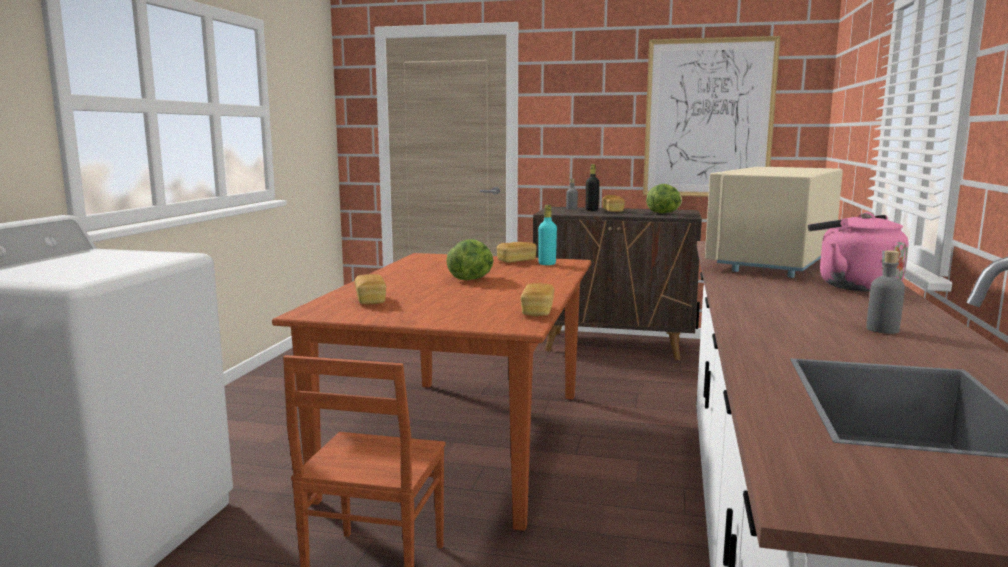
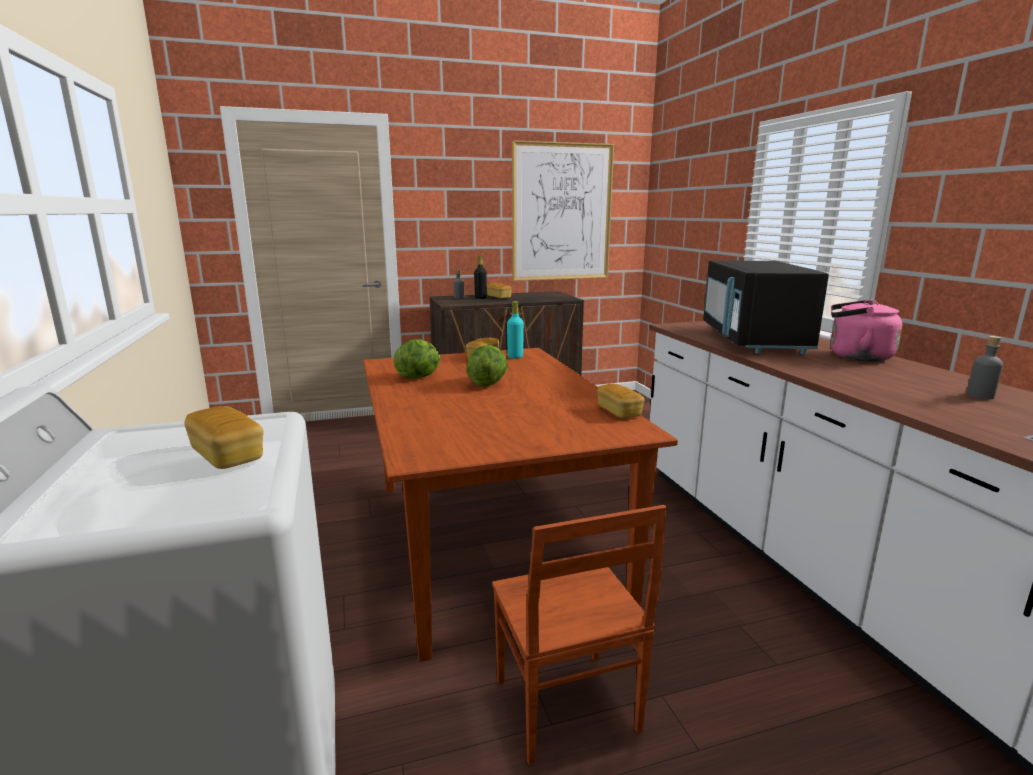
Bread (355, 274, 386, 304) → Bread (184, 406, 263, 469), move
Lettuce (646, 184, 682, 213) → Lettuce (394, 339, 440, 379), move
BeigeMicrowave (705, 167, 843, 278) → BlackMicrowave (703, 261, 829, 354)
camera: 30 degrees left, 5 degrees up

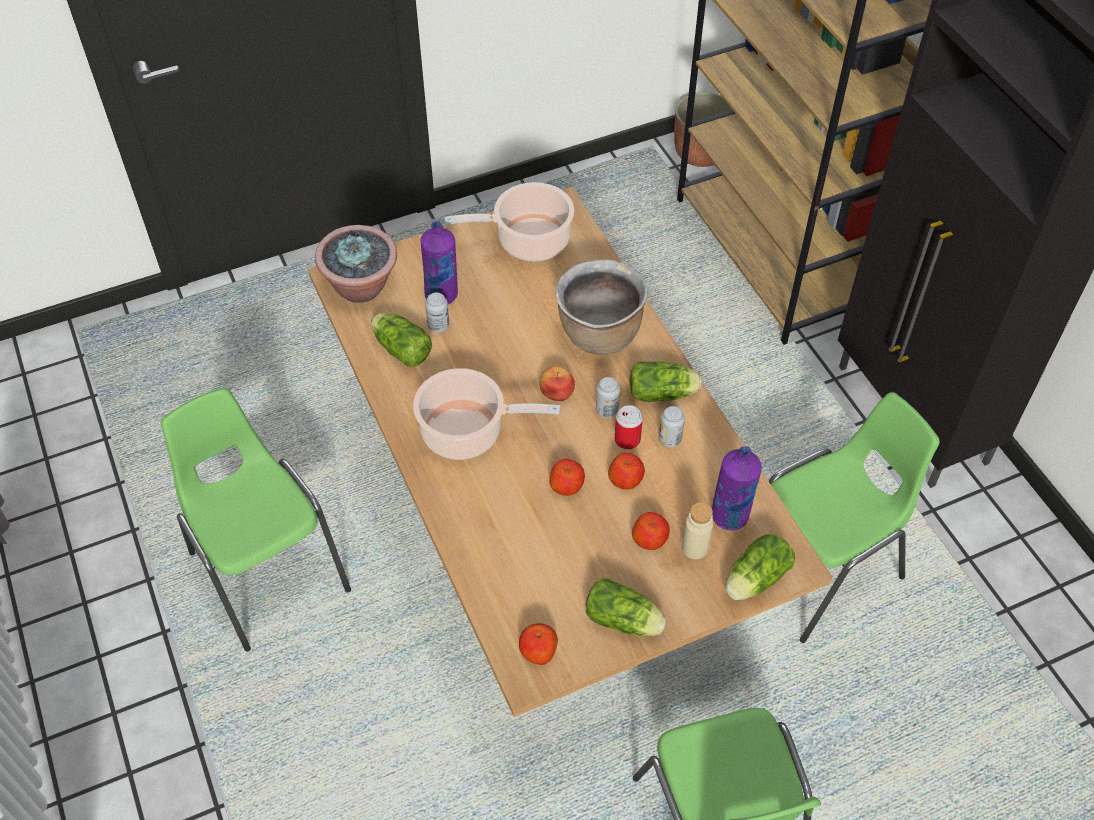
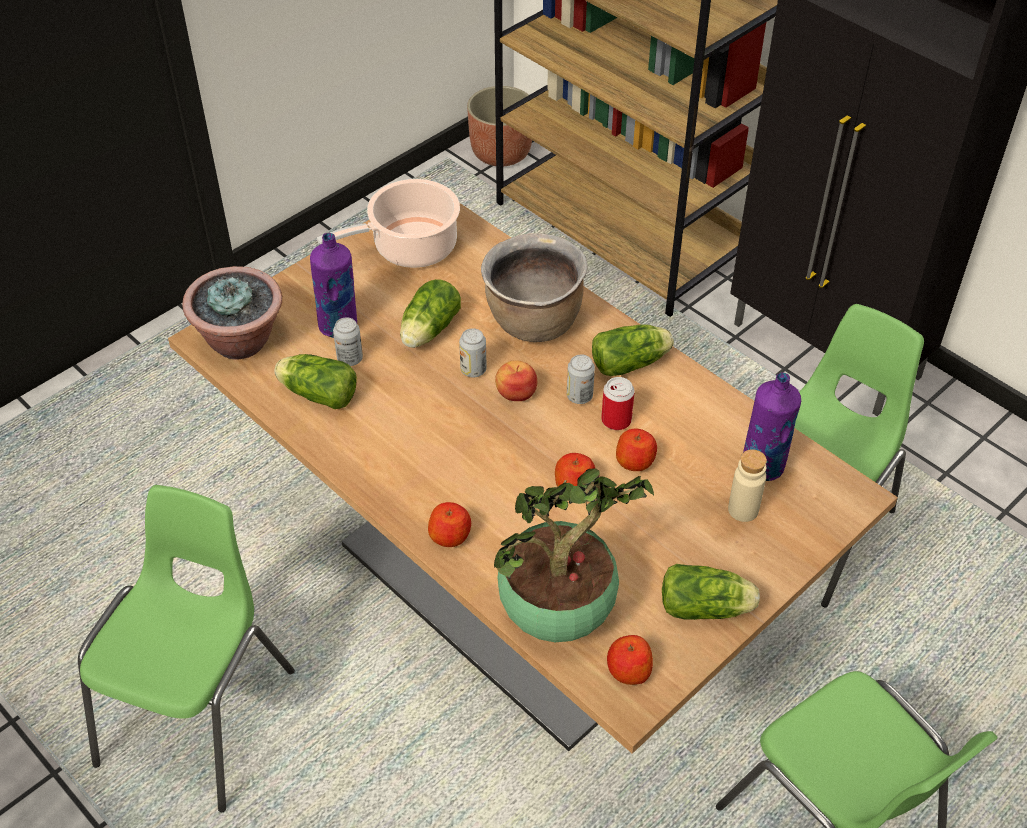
GreenChair (161, 387, 351, 651) → GreenChair (78, 485, 295, 812), 75 degrees clockwise
Lettuce (725, 534, 795, 600) → Lettuce (400, 279, 461, 348), move
Apple (632, 512, 670, 550) → Apple (428, 502, 471, 547), move
Can (659, 406, 685, 447) → Can (459, 328, 487, 377), move
- → PottedPlant (494, 468, 654, 642)
CookingPot (413, 368, 560, 460) → -
camera: 20 degrees left, 5 degrees down

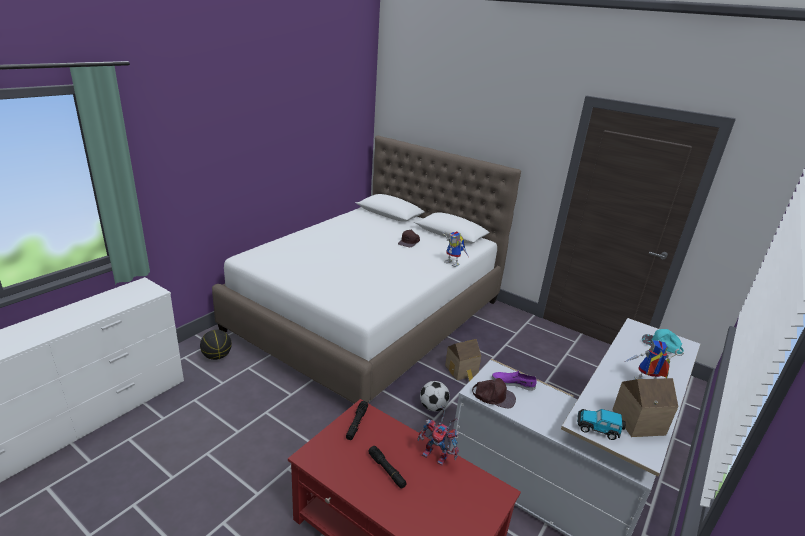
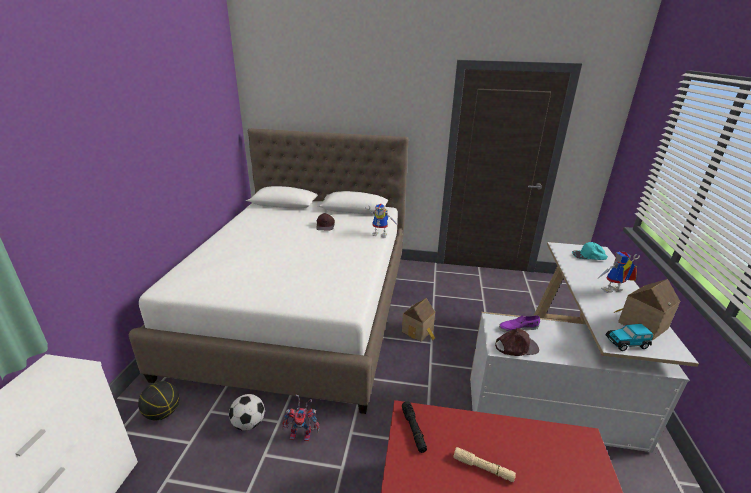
Football (420, 381, 450, 411) → Football (229, 394, 265, 431), move
ToyRobot (417, 406, 460, 466) → ToyRobot (282, 394, 319, 441), move
BlackFlashlight (368, 446, 407, 489) → BeigeFlashlight (453, 447, 516, 482)
camera: 25 degrees left, 0 degrees up

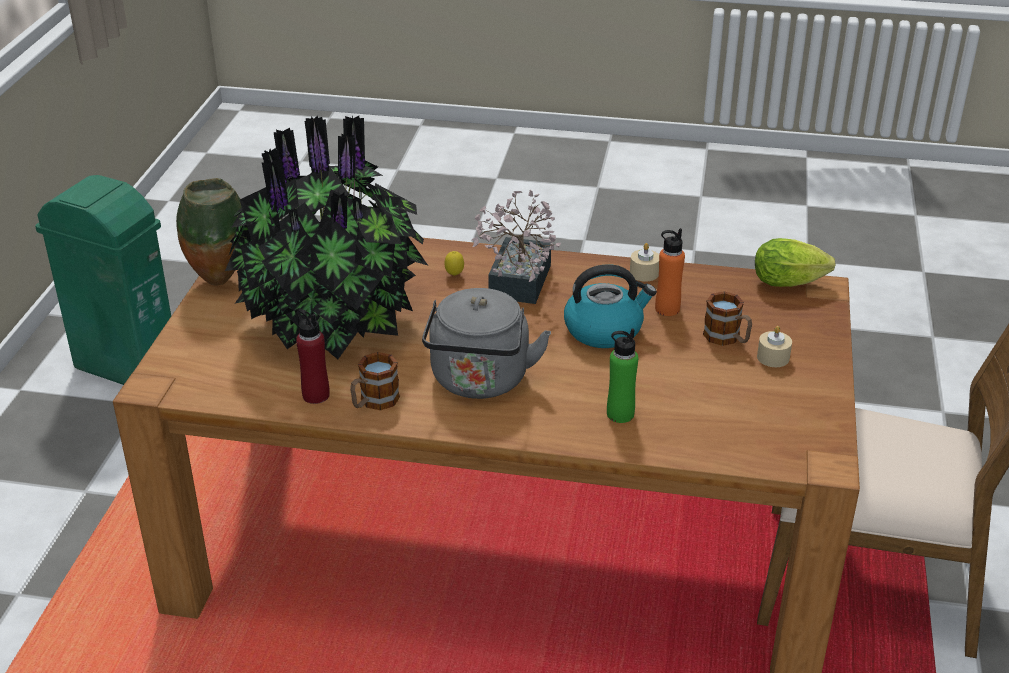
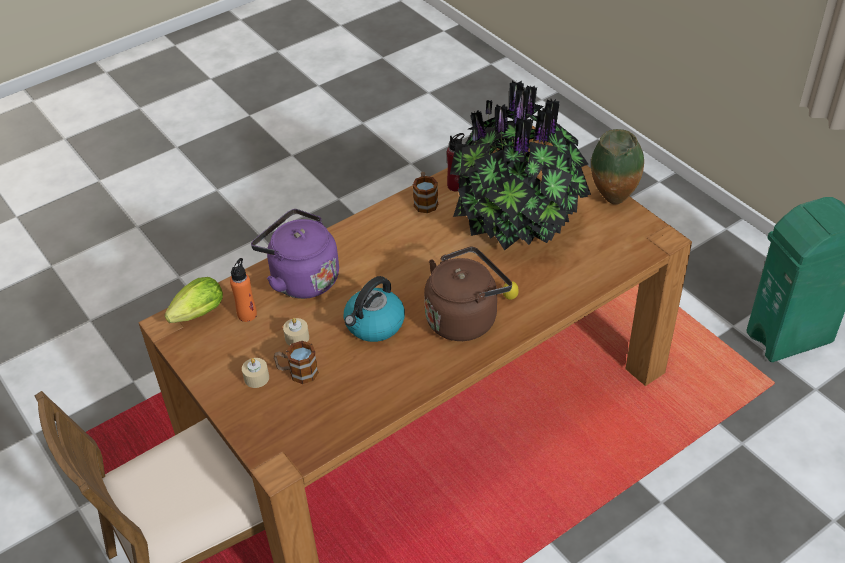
Lettuce (755, 238, 836, 287) → Lettuce (164, 277, 223, 323), move
OrangeBottle (655, 228, 685, 316) → OrangeBottle (230, 258, 257, 322), move
GreenBottle (607, 328, 638, 423) → PurpleKettle (251, 209, 339, 299)
BeigeCandle (630, 243, 659, 282) → BeigeCandle (283, 318, 309, 346), move
PottedPlant (472, 190, 561, 304) → BrownKettle (424, 247, 512, 341)
GreyKettle (422, 288, 551, 399) → -
camera: 135 degrees right, 10 degrees up

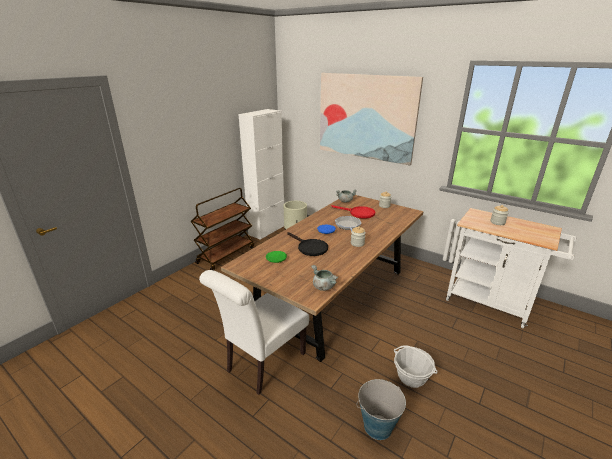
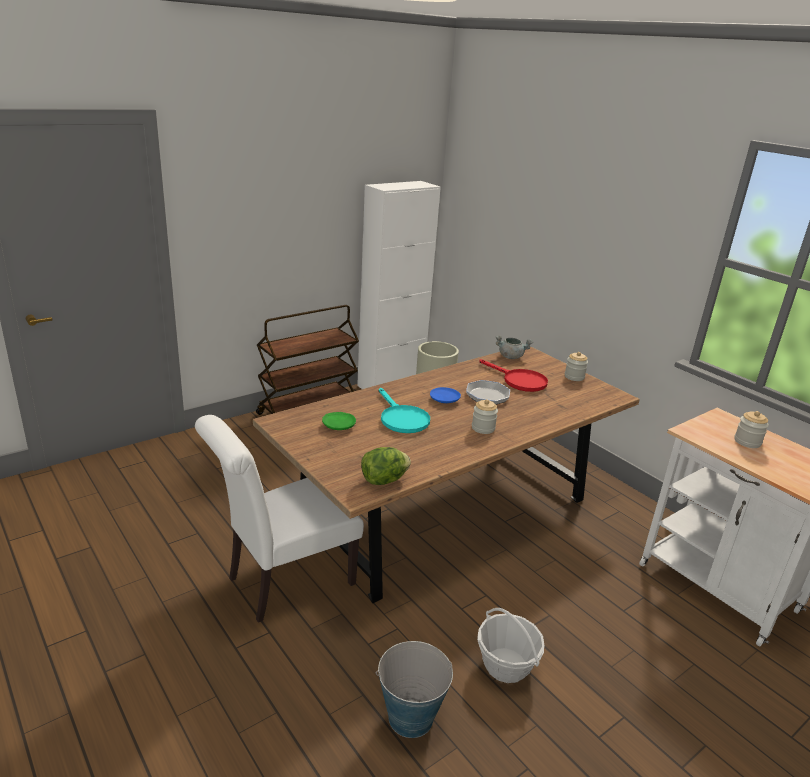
GreyCookingPot (311, 265, 338, 291) → Lettuce (361, 447, 411, 485)
BlackFryingPan (287, 232, 328, 256) → TurquoiseFryingPan (379, 388, 430, 433)
Picture (320, 73, 423, 165) → -
camera: 15 degrees right, 0 degrees up

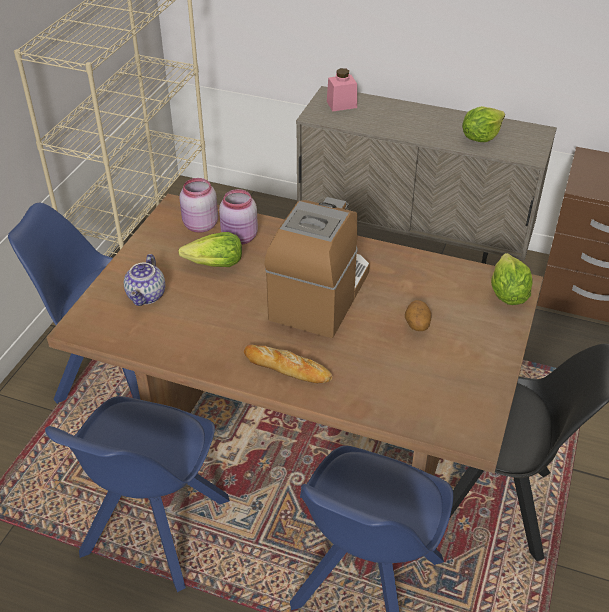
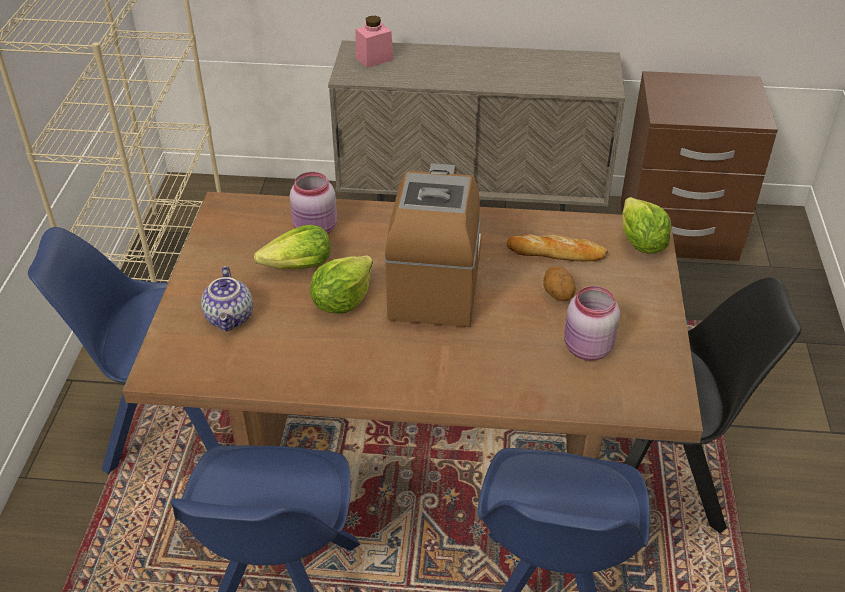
Lettuce (462, 106, 505, 142) → Lettuce (310, 255, 373, 313), move
Bread (244, 344, 333, 383) → Bread (507, 234, 608, 262), move
PinkJar (180, 178, 218, 233) → PinkJar (564, 286, 620, 361), move
camera: 15 degrees left, 0 degrees up

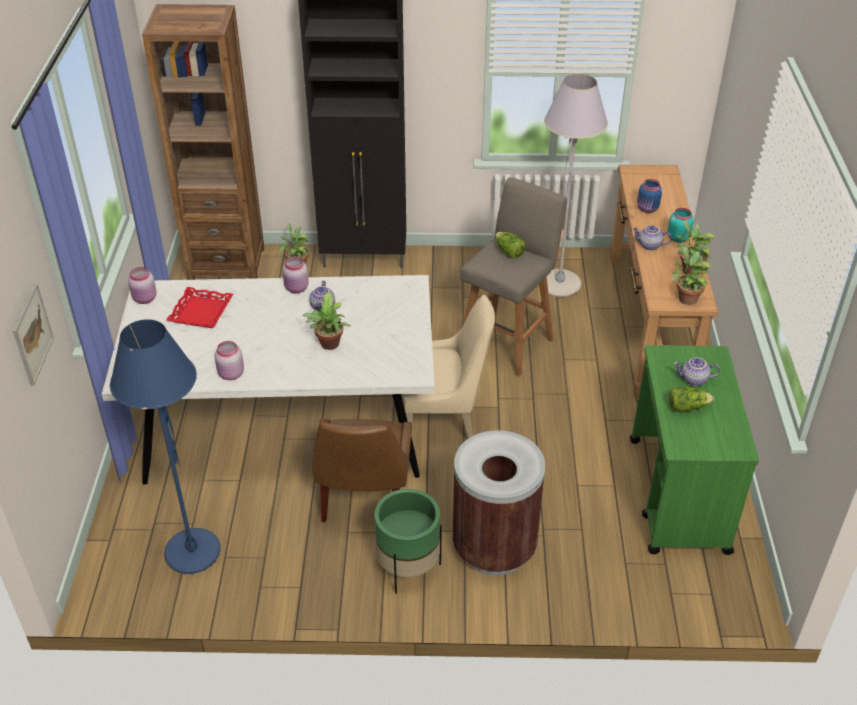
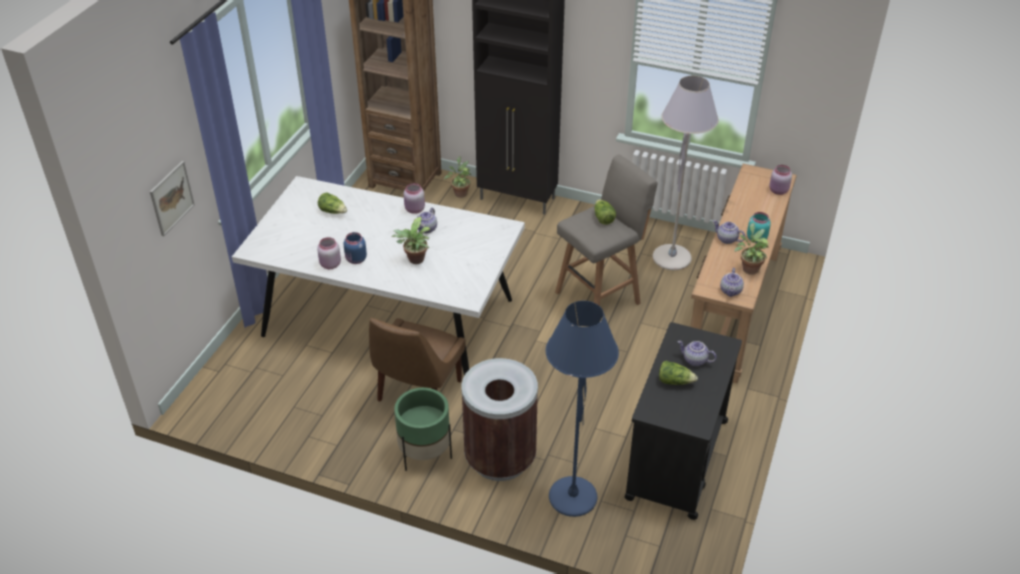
RedTray (166, 287, 233, 328) → Lettuce (318, 192, 347, 214)
BlueJar (637, 179, 662, 213) → BlueJar (344, 232, 367, 264), move
BlueFloorLamp (110, 319, 221, 574) → BlueFloorLamp (546, 301, 619, 517), move
GreenCart (630, 345, 759, 555) → BlackCart (624, 322, 742, 520)
PottedPlant (672, 246, 712, 305) → Teapot (720, 268, 744, 297)
PinkJar (128, 267, 157, 304) → PinkJar (769, 165, 792, 195), move
BeigeChair (403, 295, 495, 439) → -
camera: 20 degrees right, 0 degrees up

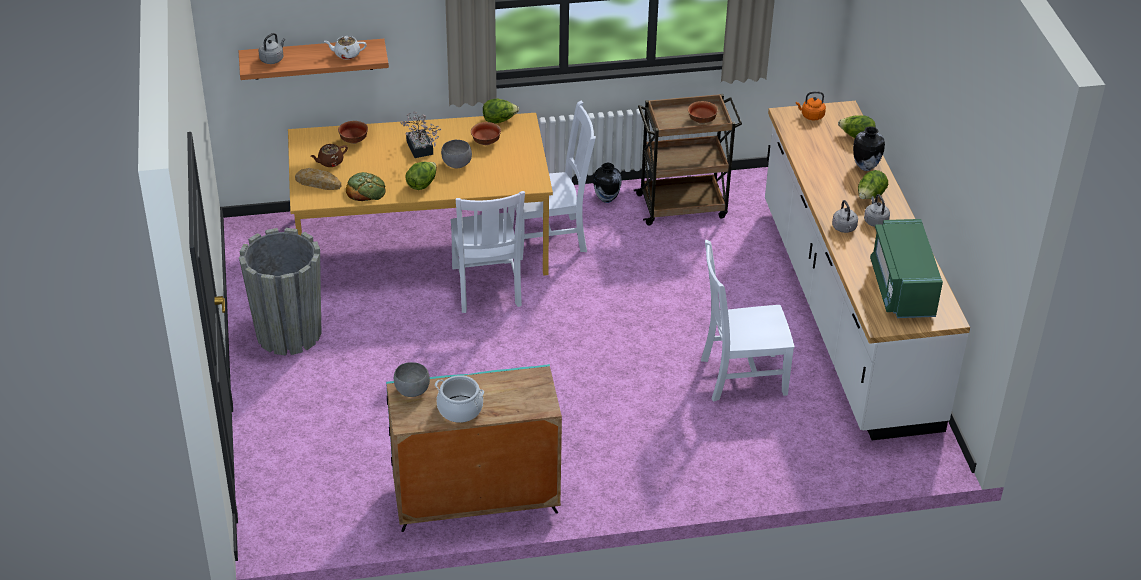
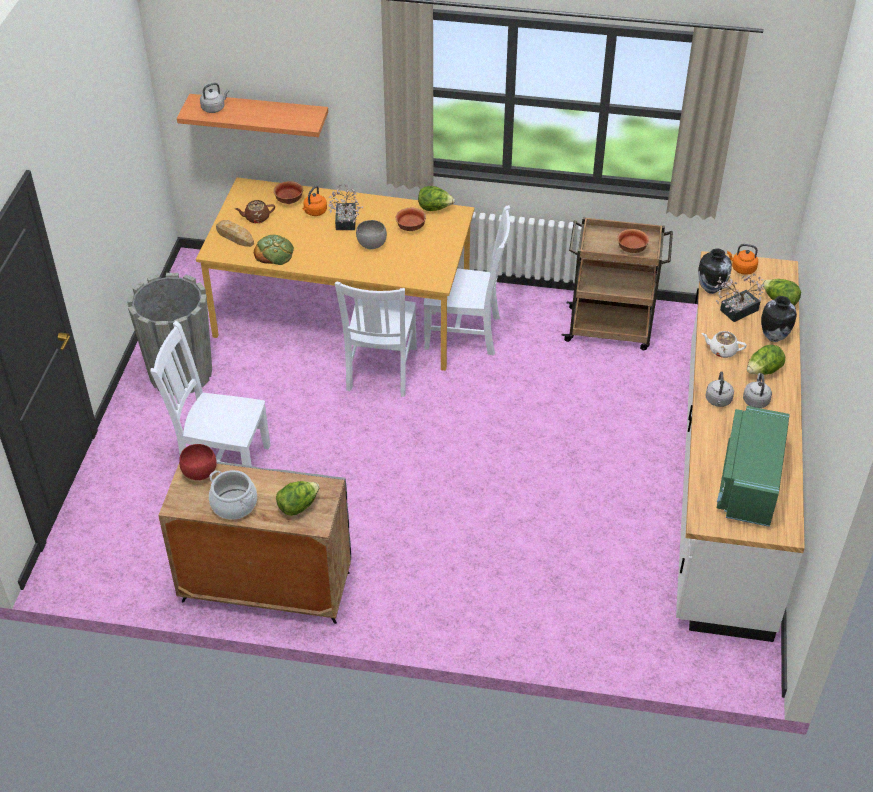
WhiteChair (701, 240, 794, 402) → WhiteChair (150, 321, 271, 466), move
TurquoiseCabinet (386, 364, 562, 532) → GreyCabinet (159, 461, 351, 624)
GreyBowl (394, 362, 430, 397) → RedBowl (179, 444, 217, 480)
Lettuce (406, 162, 436, 190) → Lettuce (276, 481, 320, 516), move
- → OrangeKettle (303, 186, 327, 216)
Vase (593, 163, 621, 203) → Vase (698, 248, 732, 294), move
WhiteTeapot (324, 36, 367, 59) → WhiteTeapot (701, 331, 747, 358), move
- → PottedPlant (715, 274, 764, 322)
camera: 20 degrees right, 5 degrees up

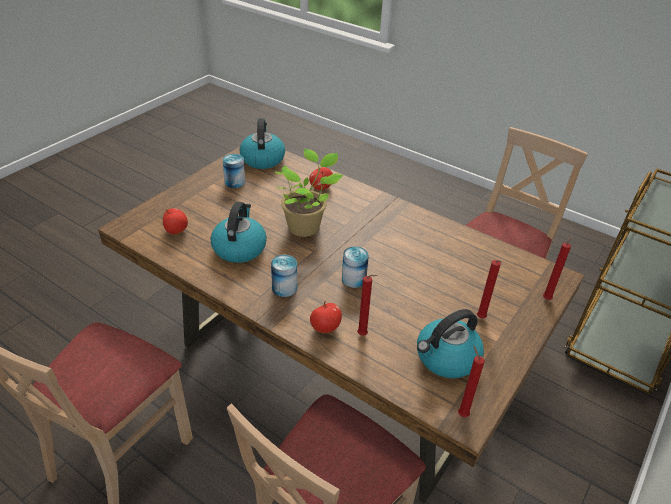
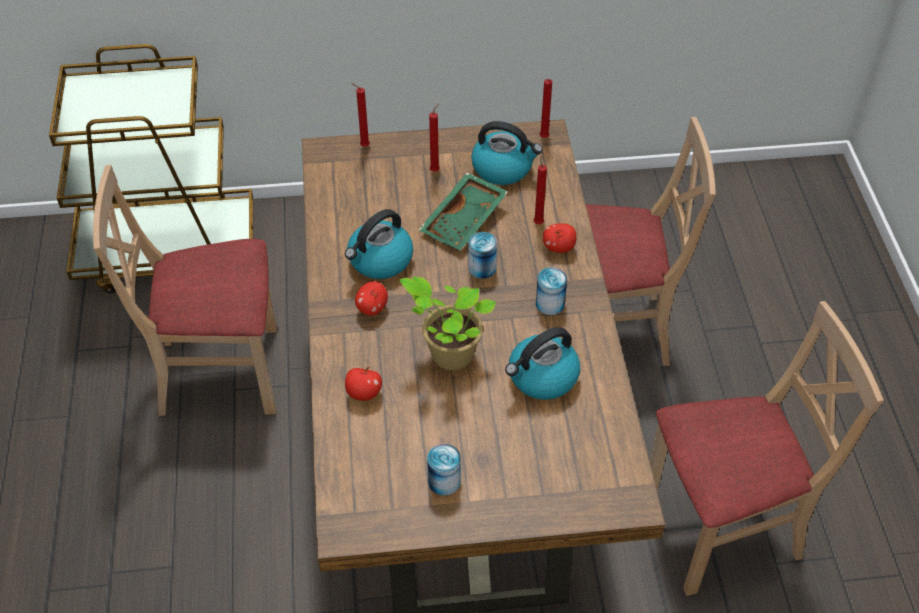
Kettle (240, 118, 285, 169) → Kettle (345, 209, 413, 279), move
Apple (163, 208, 188, 234) → Apple (355, 281, 388, 316), move
- → GreenTray (419, 173, 508, 250)
camera: 130 degrees left, 10 degrees up

